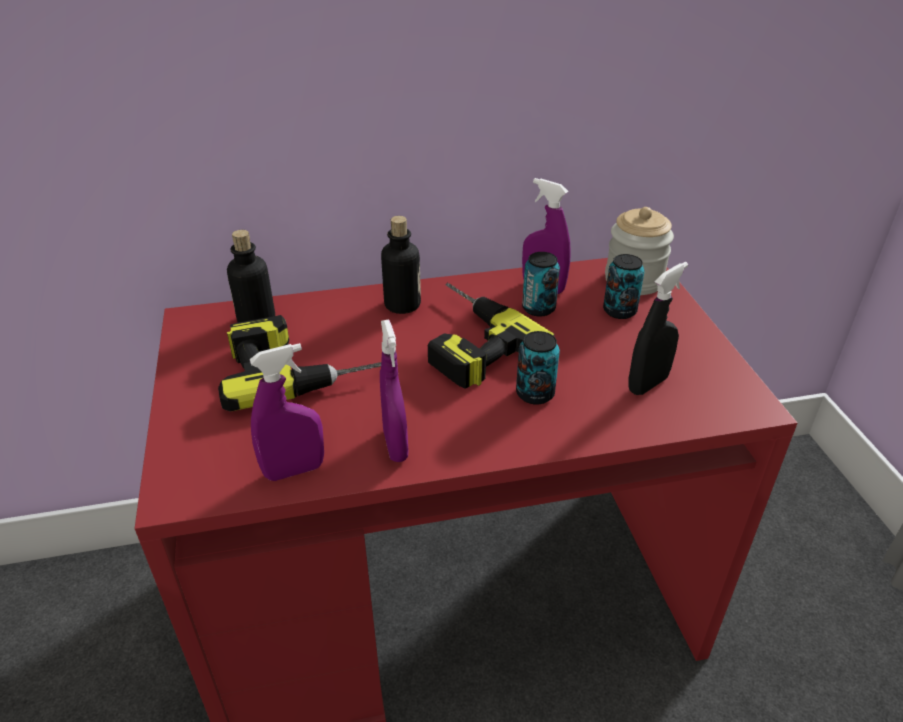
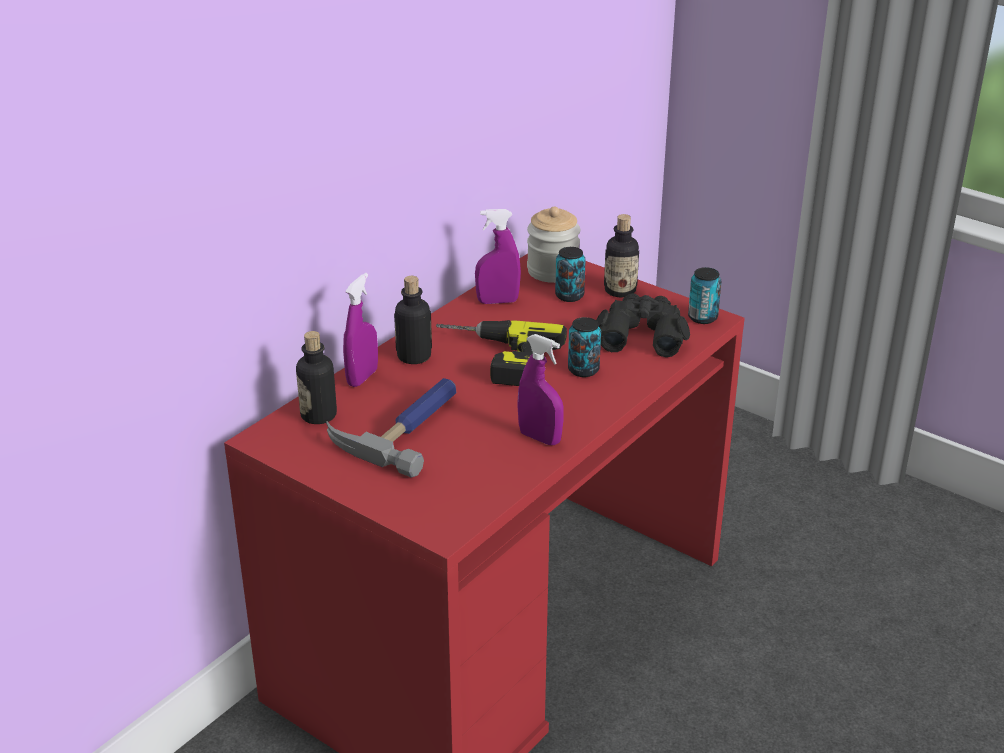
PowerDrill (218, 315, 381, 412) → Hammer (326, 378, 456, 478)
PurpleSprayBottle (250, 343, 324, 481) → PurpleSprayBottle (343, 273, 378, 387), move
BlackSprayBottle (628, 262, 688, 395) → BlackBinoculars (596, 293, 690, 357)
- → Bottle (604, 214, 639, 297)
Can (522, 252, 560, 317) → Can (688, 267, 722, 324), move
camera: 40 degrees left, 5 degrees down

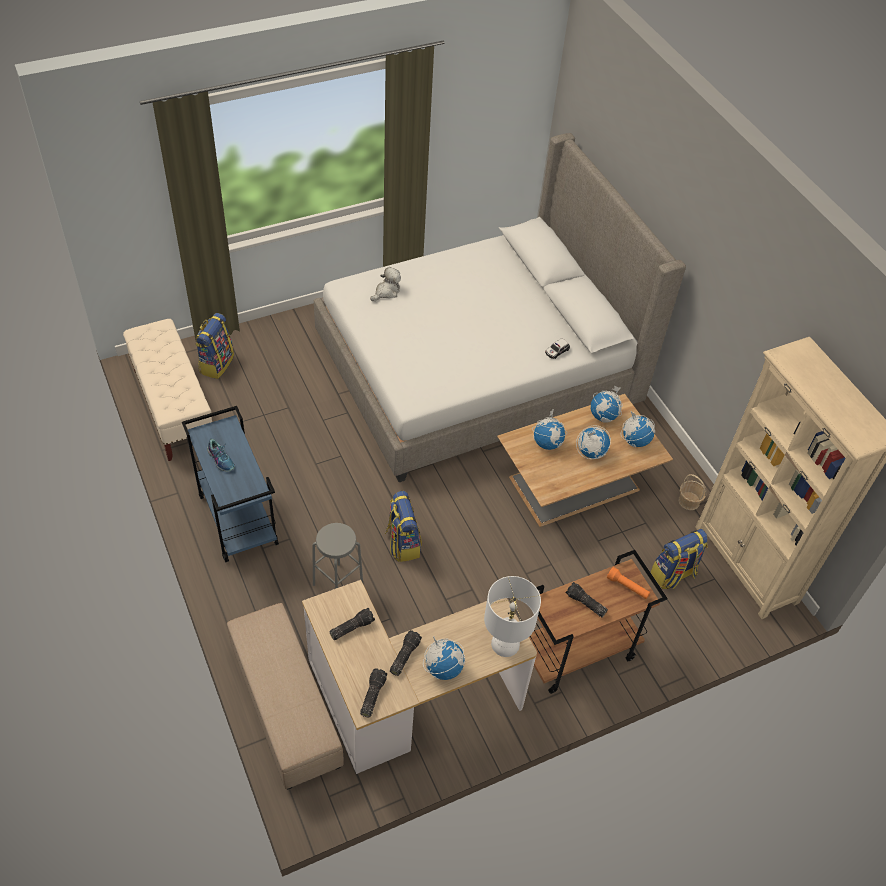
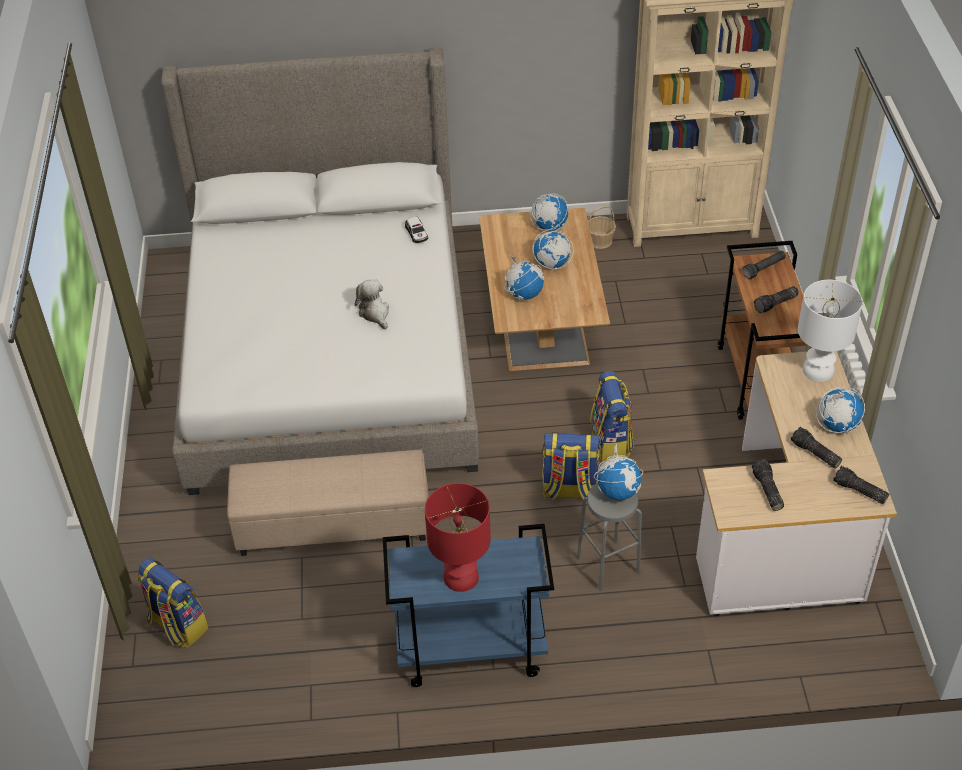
BeigeOttoman (227, 603, 344, 790) → BeigeOttoman (227, 449, 429, 556), move
PlushToy (370, 267, 401, 301) → PlushToy (355, 279, 389, 329), move
Shoe (207, 438, 235, 471) → RedTableLamp (425, 483, 491, 592)
Backpack (650, 529, 708, 589) → Backpack (590, 371, 634, 461), move
Globe (591, 386, 623, 422) → Globe (594, 443, 643, 501), move
OrangeFlashlight (607, 567, 650, 599) → BlackFlashlight (742, 251, 786, 279)
BeigeBench (123, 319, 212, 461) → -
camera: 65 degrees left, 5 degrees down

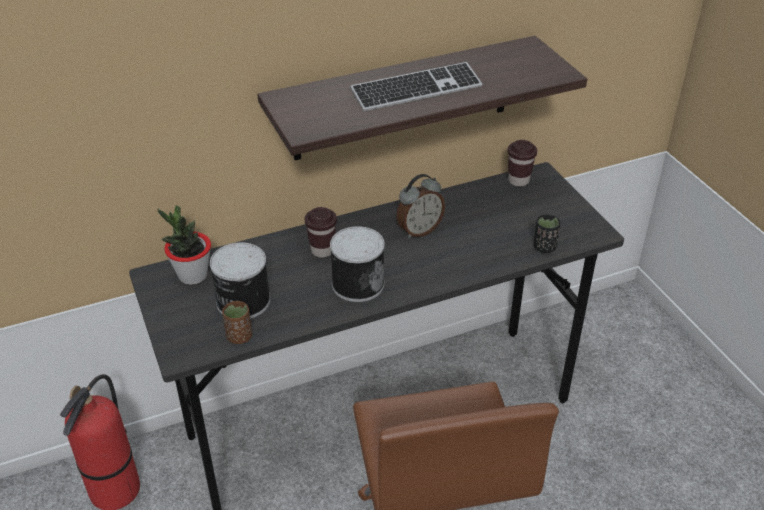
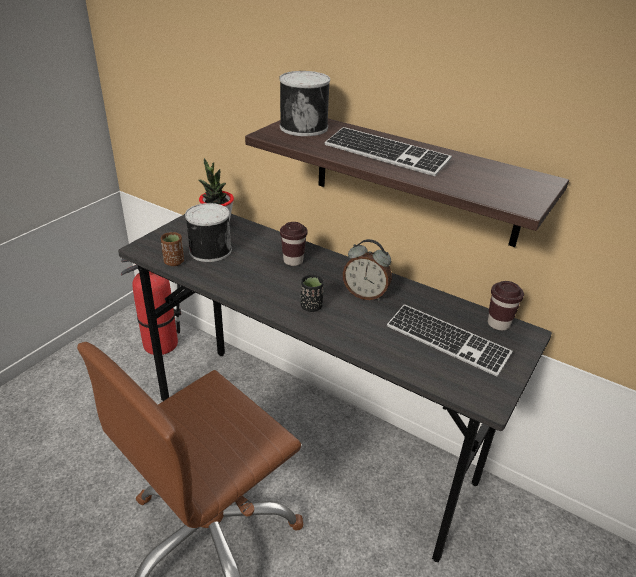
Can (330, 226, 385, 302) → Can (280, 71, 330, 136), move
BlackCup (534, 214, 560, 253) → BlackCup (301, 275, 324, 312), move
- → Keyboard (387, 304, 513, 376)
camera: 55 degrees right, 5 degrees down

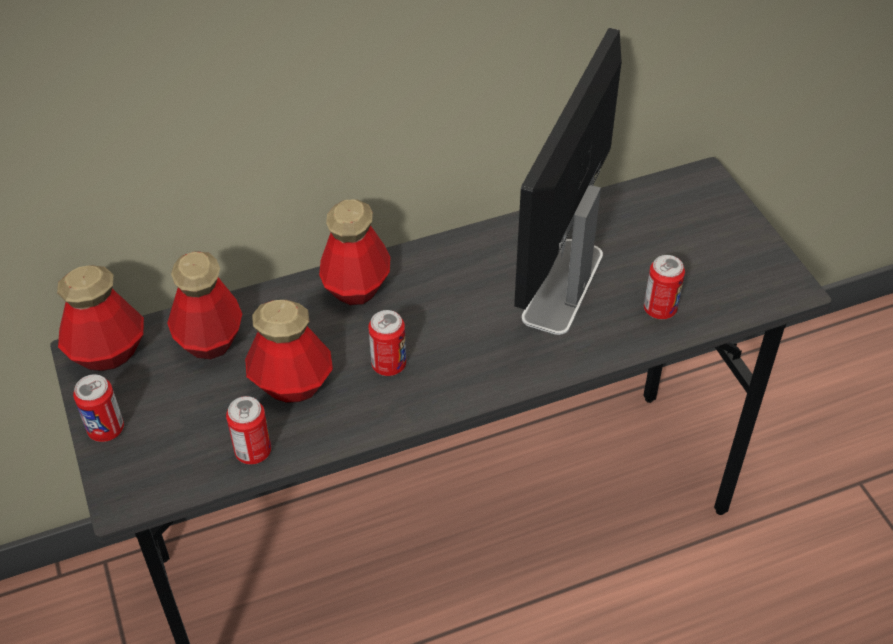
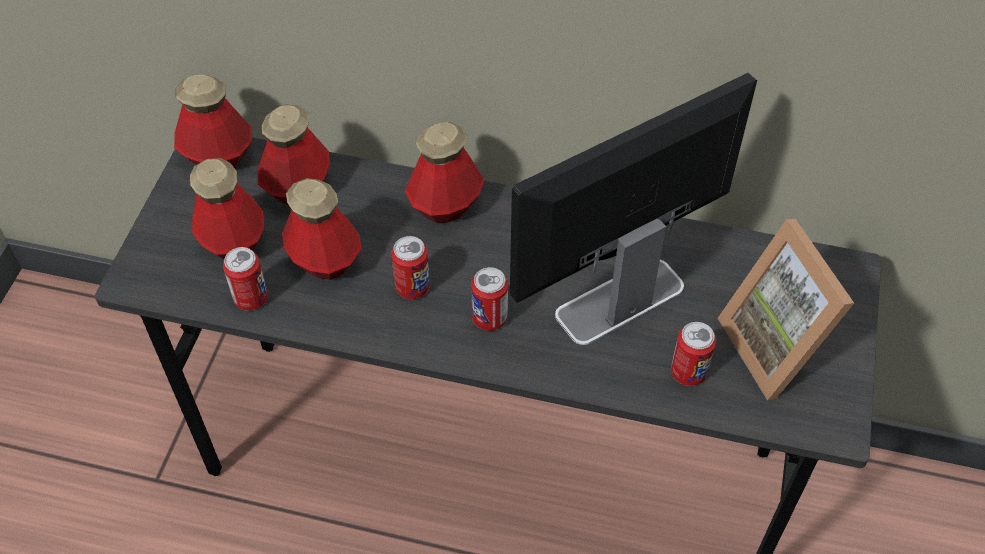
- → Bottle (190, 158, 264, 259)
Can (73, 374, 124, 442) → Can (471, 267, 508, 331), move
- → PictureFrame (718, 219, 854, 400)
camera: 35 degrees right, 5 degrees up

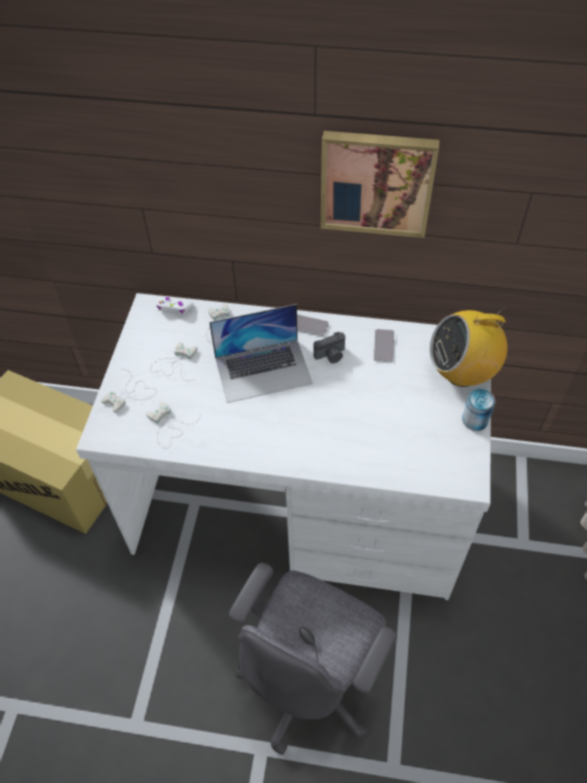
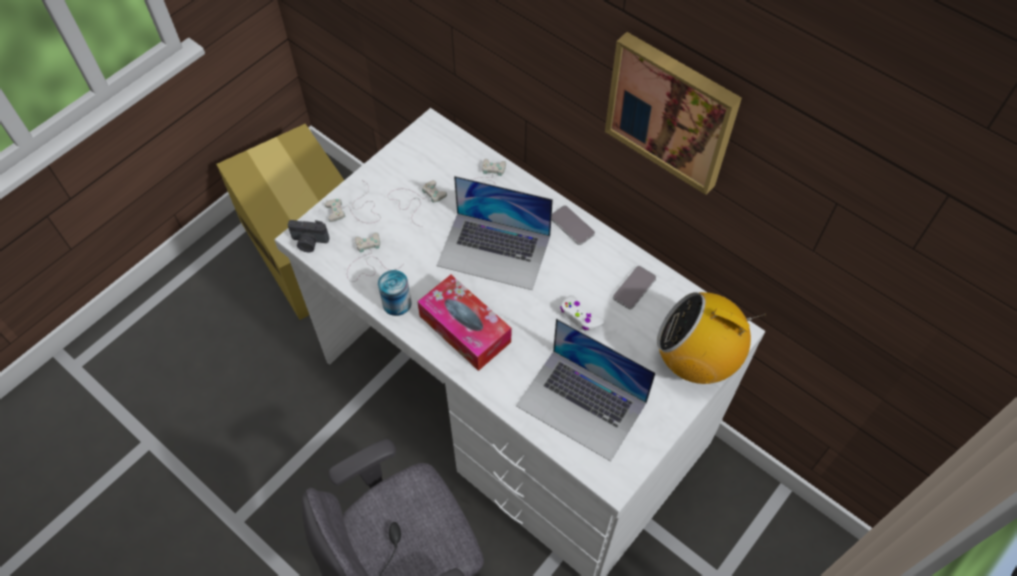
PhotoCamera (313, 332, 345, 363) → PhotoCamera (288, 220, 329, 252), move
Can (462, 389, 496, 431) → Can (378, 270, 412, 316), move
- → TissueBox (417, 275, 511, 371)
- → Laptop (516, 318, 656, 461)
WhiteGameController (156, 297, 194, 314) → WhiteGameController (560, 295, 605, 331), move
camera: 30 degrees right, 5 degrees up

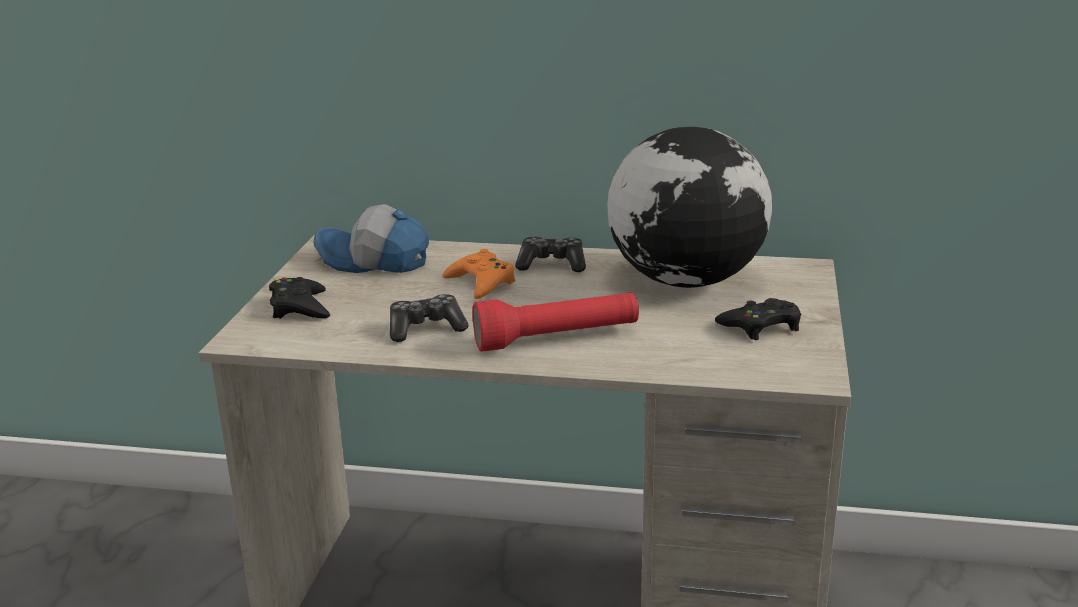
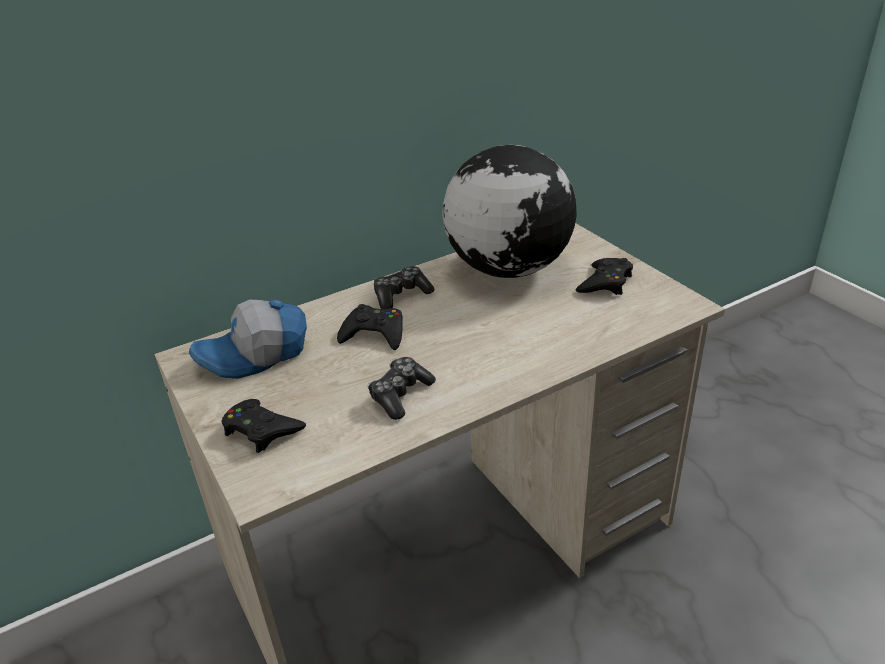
OrangeGameController (442, 249, 515, 299) → BlackGameController (337, 304, 402, 350)
RedFlashlight (472, 293, 639, 352) → -
camera: 40 degrees left, 10 degrees up

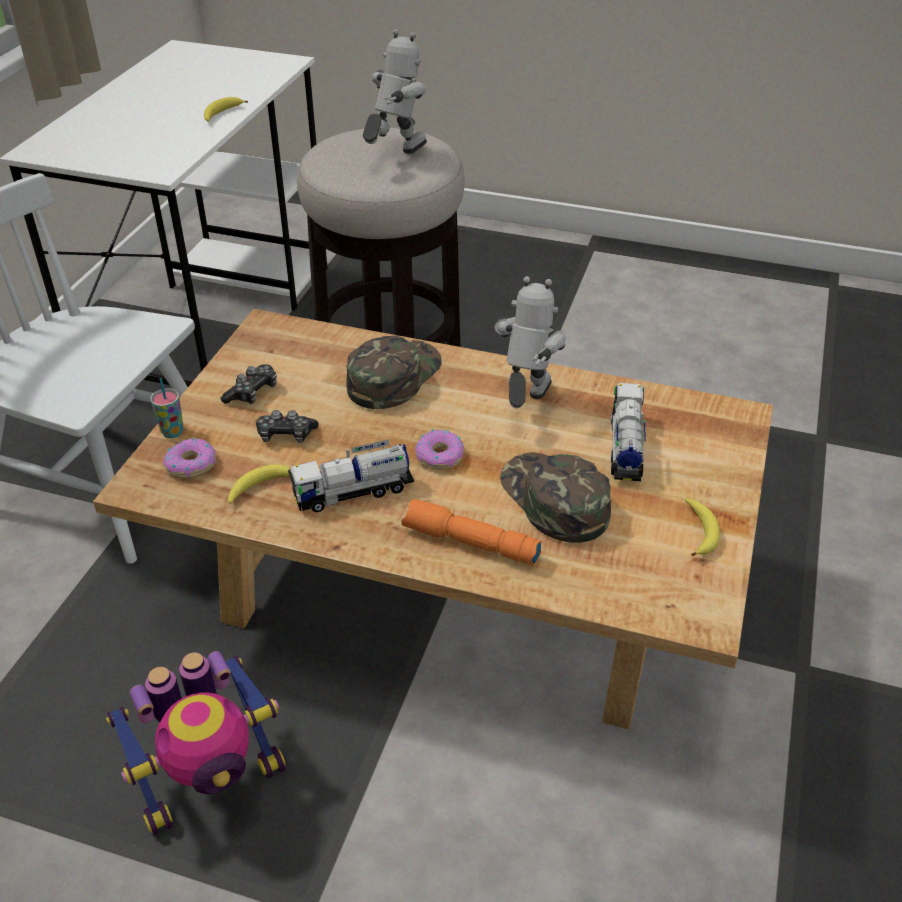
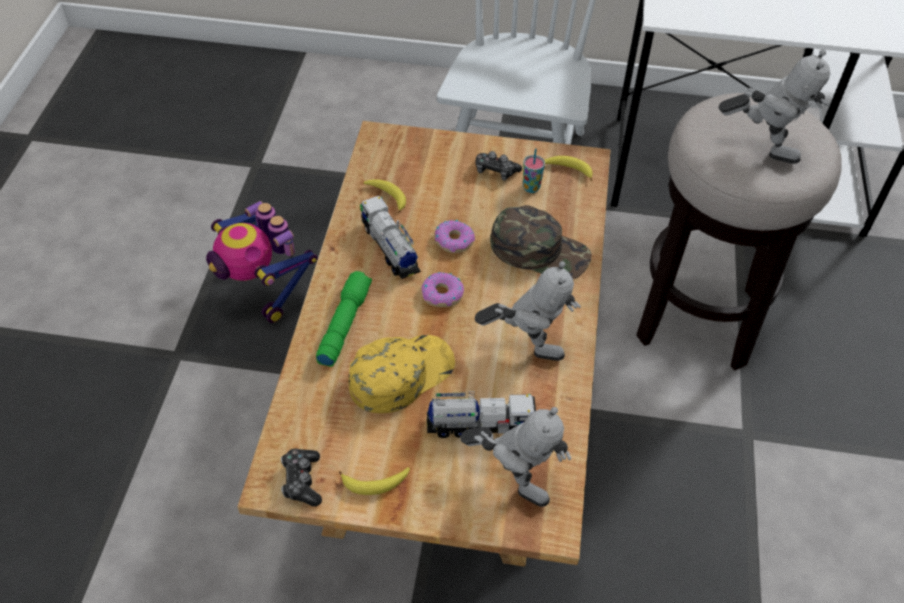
GameController (256, 410, 319, 443) → GameController (281, 449, 322, 507), move
OrangeFlashlight (401, 499, 542, 565) → GreenFlashlight (316, 271, 372, 367)
GreenCap (500, 452, 611, 543) → YellowCap (348, 335, 455, 413)
Donut (163, 438, 216, 479) → Donut (435, 220, 475, 253), move
- → ToyRobot (460, 407, 571, 507)
Cup (151, 378, 184, 438) → Cup (523, 148, 545, 193), move
Banana (204, 97, 248, 122) → Banana (544, 156, 593, 181), move
camera: 80 degrees right, 10 degrees up

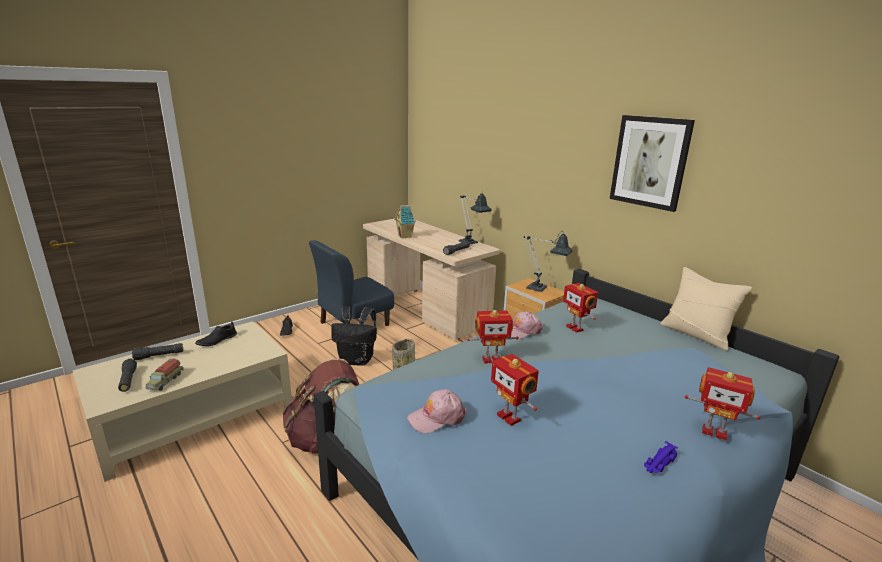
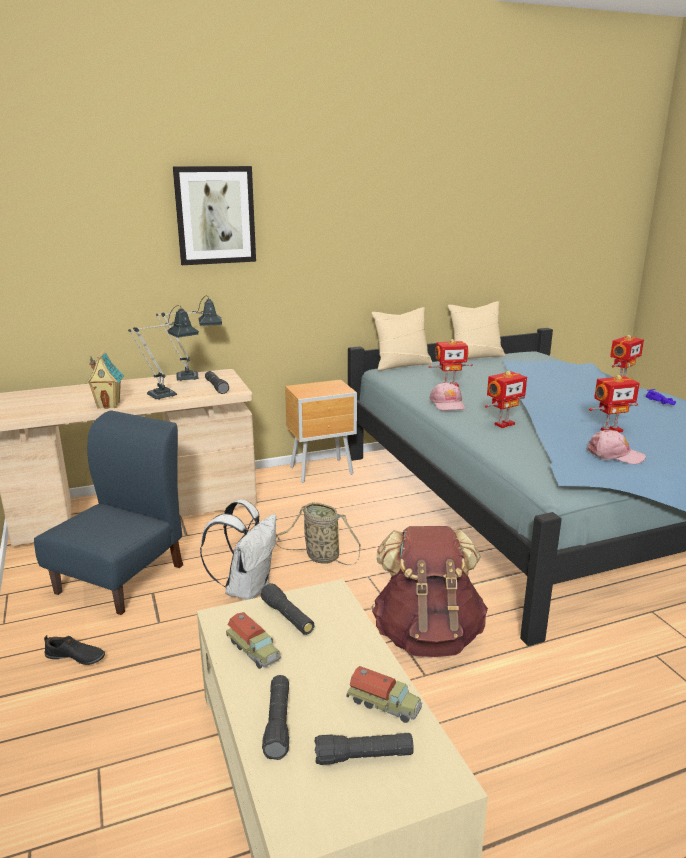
BlueChair (309, 240, 394, 326) → BlueChair (34, 410, 183, 615), 135 degrees counterclockwise
TableLamp (523, 231, 573, 292) → TableLamp (128, 305, 199, 400), move
Picture (610, 115, 695, 212) → Picture (173, 166, 256, 265), move
BlackBackpack (331, 306, 377, 366) → WhiteBackpack (200, 499, 276, 600)
BlackShoe (195, 322, 237, 346) → ToyTruck (226, 612, 281, 669)
- → BlackFlashlight (260, 583, 314, 635)
- → BeigePillow (372, 307, 433, 370)
ToyRobot (467, 310, 519, 364) → ToyRobot (485, 371, 527, 428), 45 degrees clockwise
PinkCap (407, 389, 467, 433) → PinkCap (586, 430, 646, 464), 60 degrees counterclockwise
camera: 70 degrees left, 0 degrees up

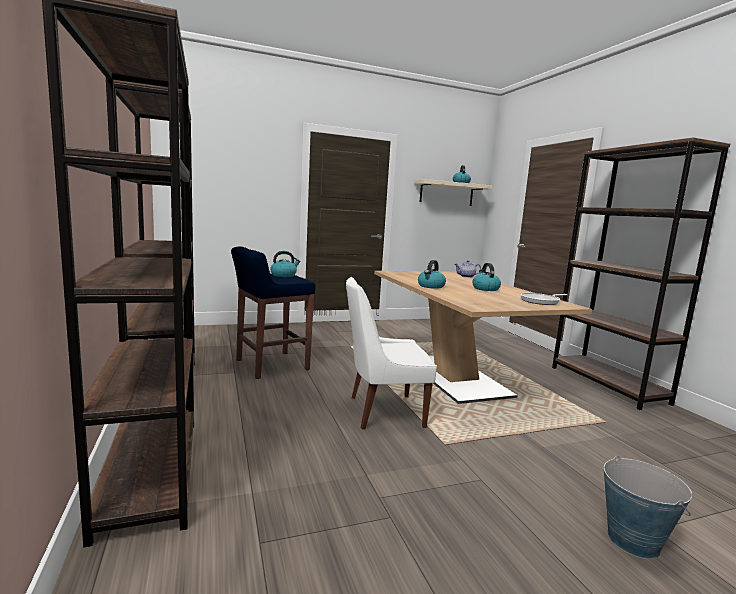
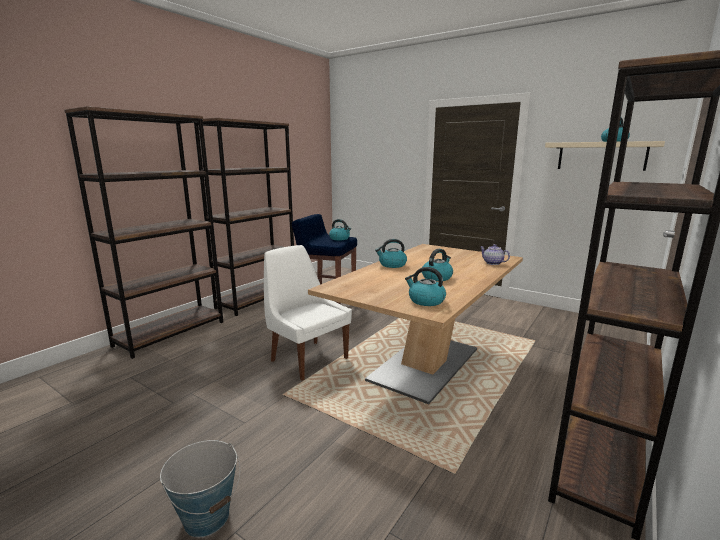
FryingPan (520, 293, 568, 305) → Kettle (405, 267, 446, 306)
camera: 55 degrees right, 5 degrees up

